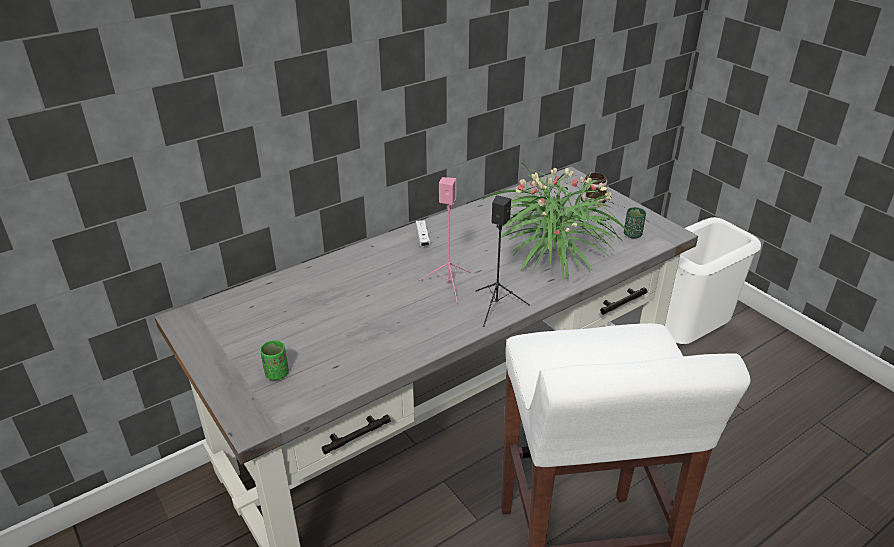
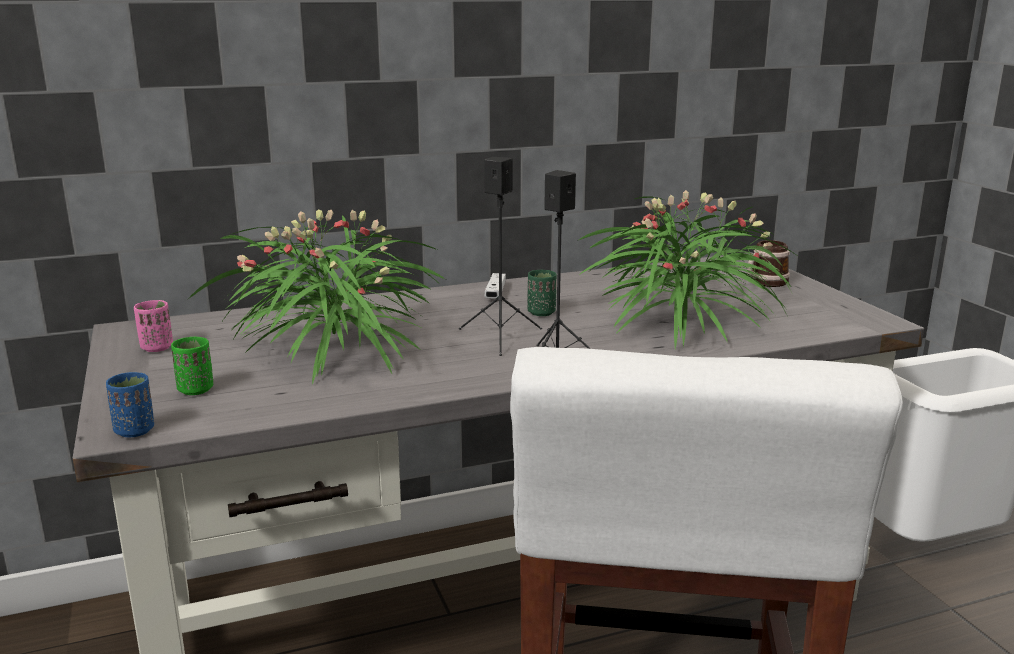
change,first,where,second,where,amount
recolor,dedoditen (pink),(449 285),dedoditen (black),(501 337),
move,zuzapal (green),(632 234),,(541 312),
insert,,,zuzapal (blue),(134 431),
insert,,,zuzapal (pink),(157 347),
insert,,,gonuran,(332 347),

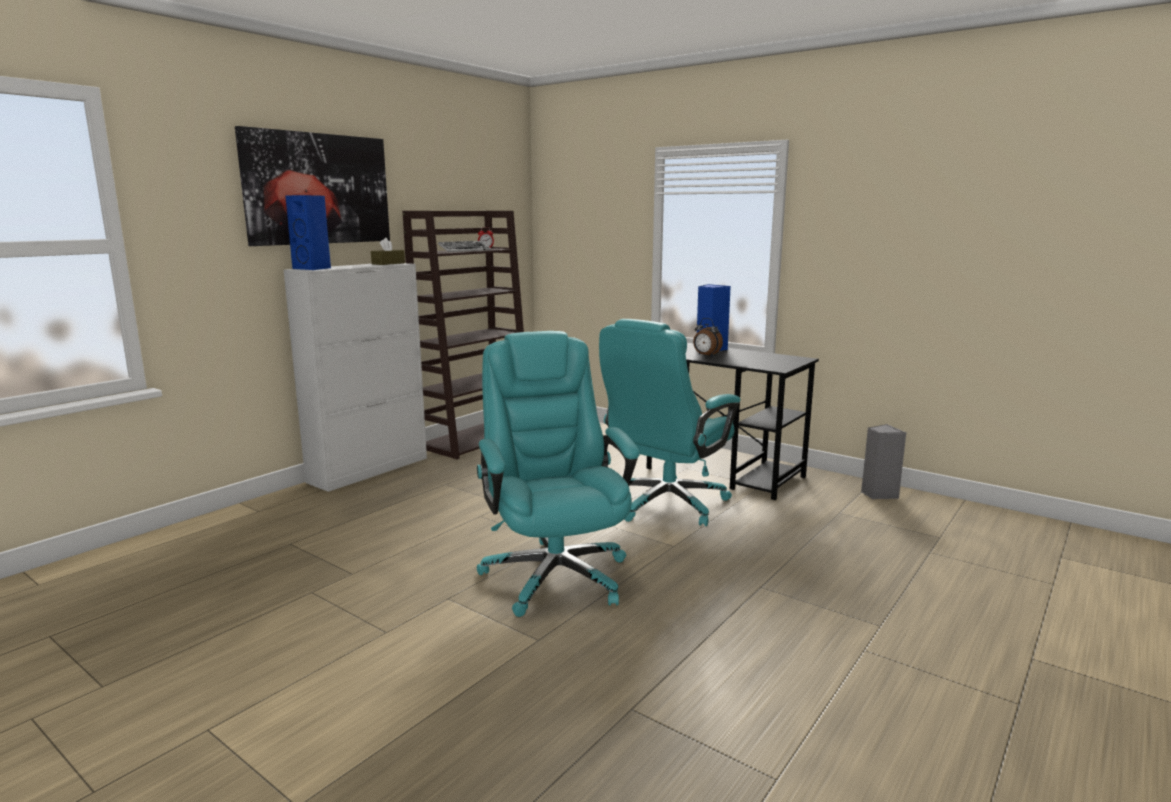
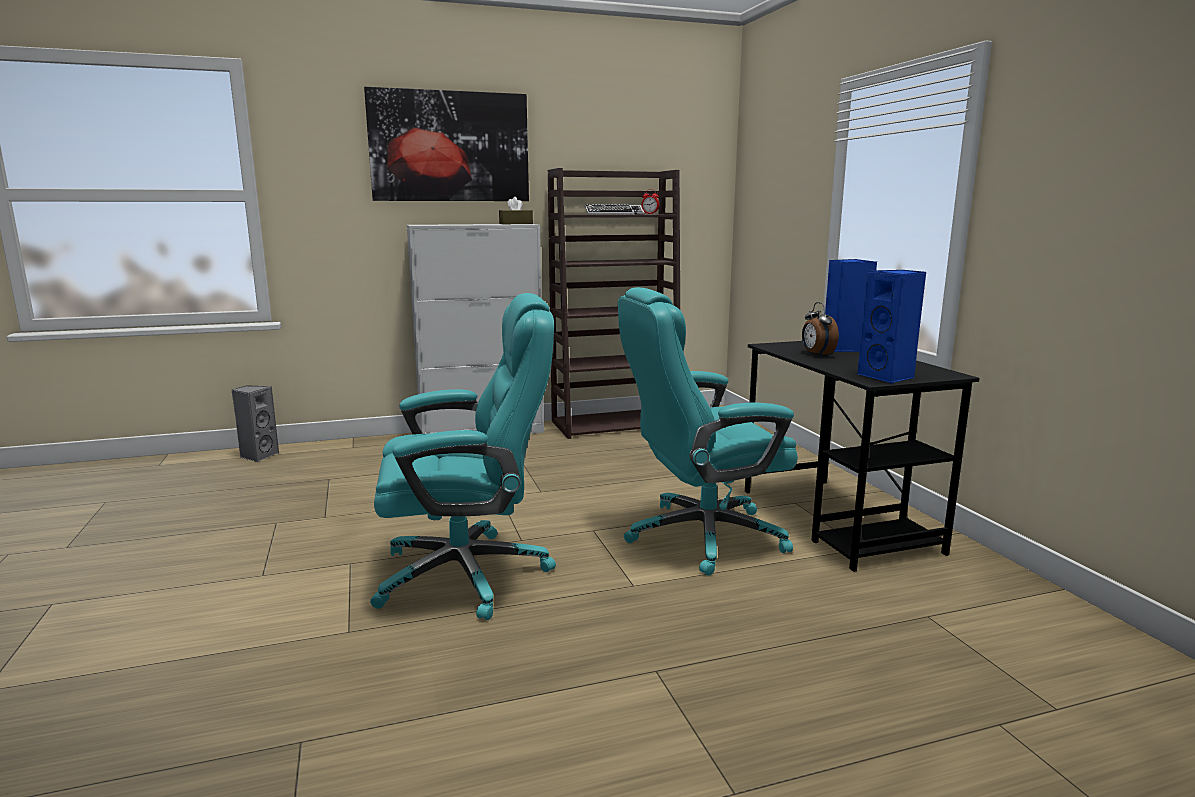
change,first,where,second,where,amount
move,dedoditen (blue),(313 268),,(888 377),
rotate,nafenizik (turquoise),(555 575),,(467 574),60 degrees clockwise
move,dedoditen (grey),(878 494),,(258 456),

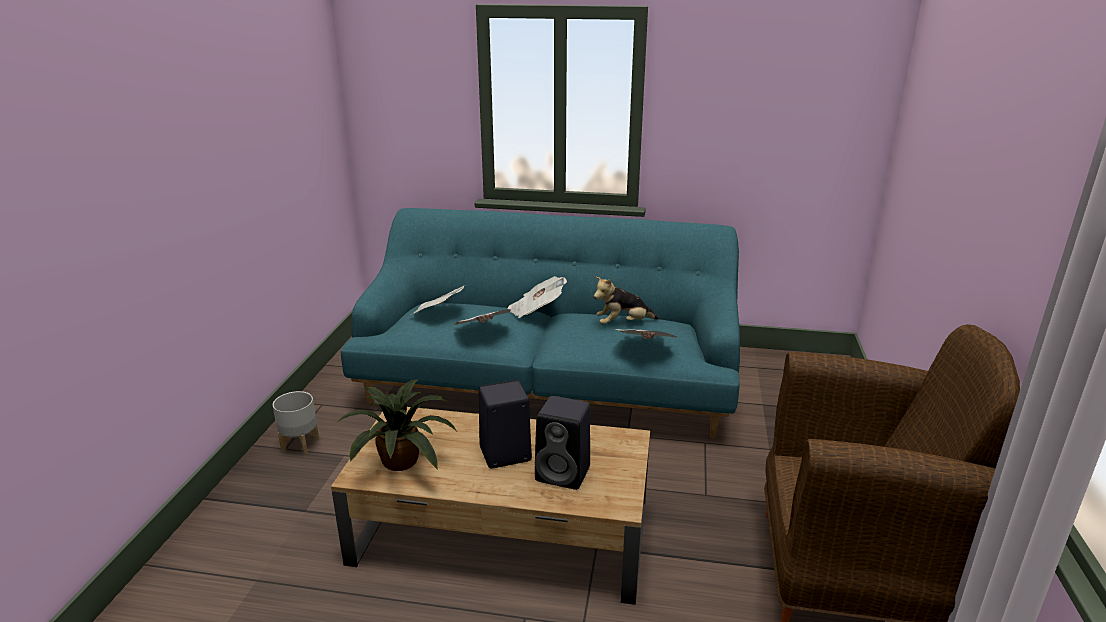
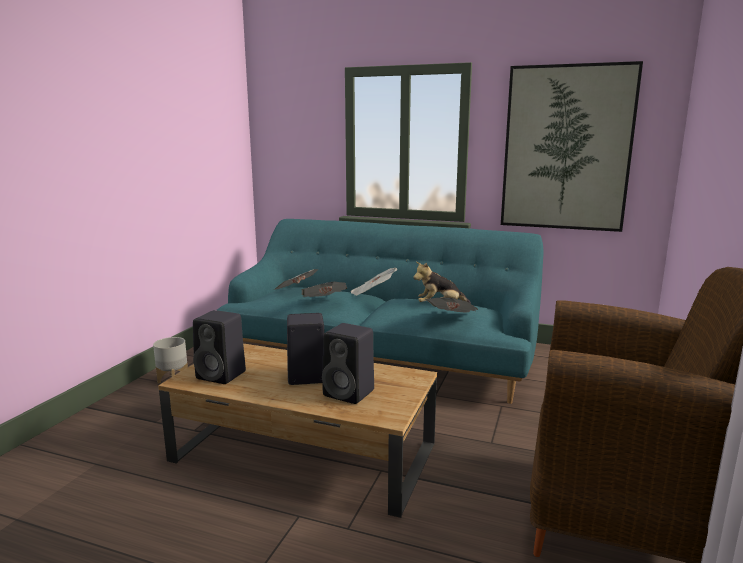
change,first,where,second,where,amount
replace,gonuran,(403 462),dedoditen (black),(222 375),
insert,,,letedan,(566 149),

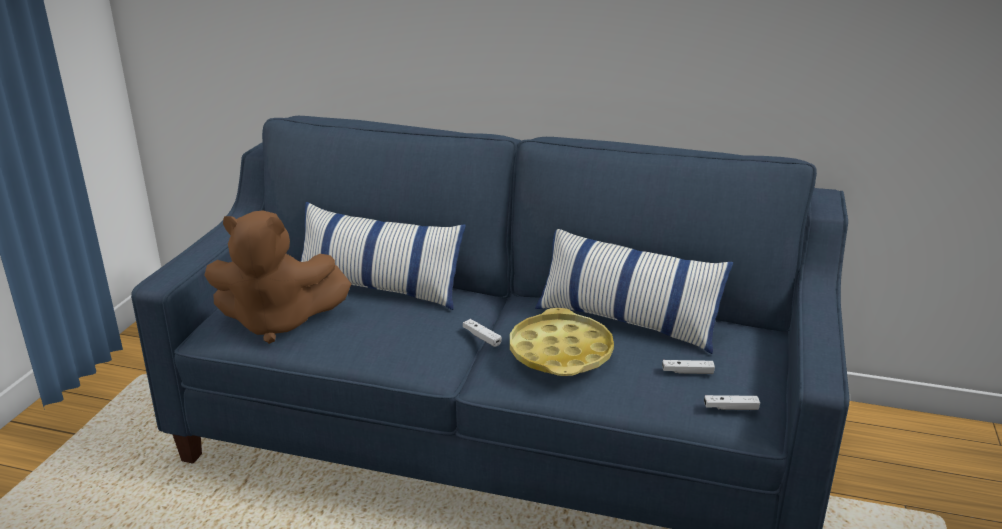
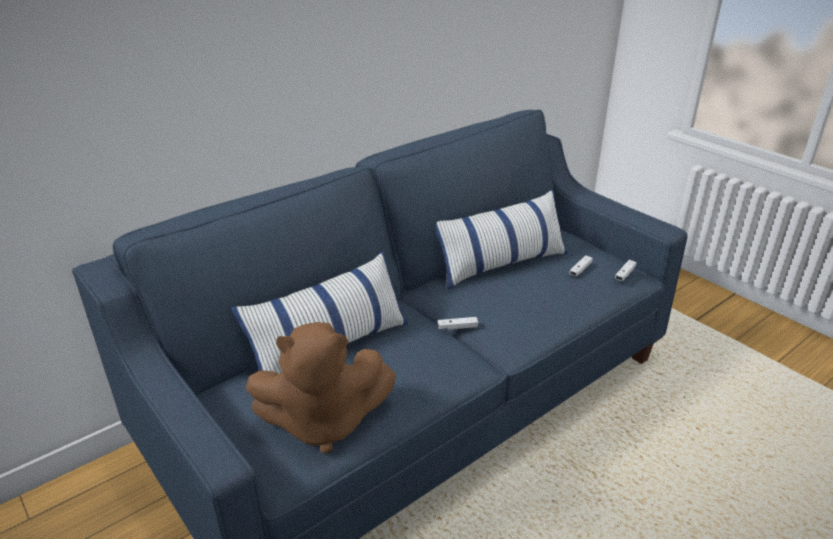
change,first,where,second,where,amount
rotate,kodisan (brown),(278 322),,(323 422),45 degrees clockwise
delete,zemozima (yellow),(561 352),,,

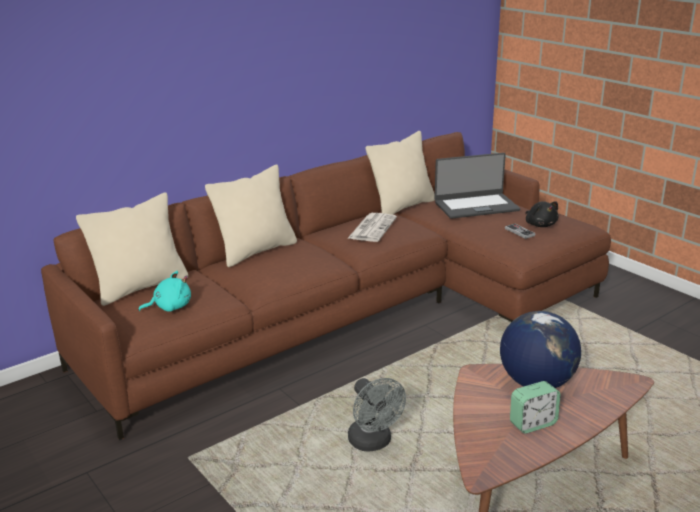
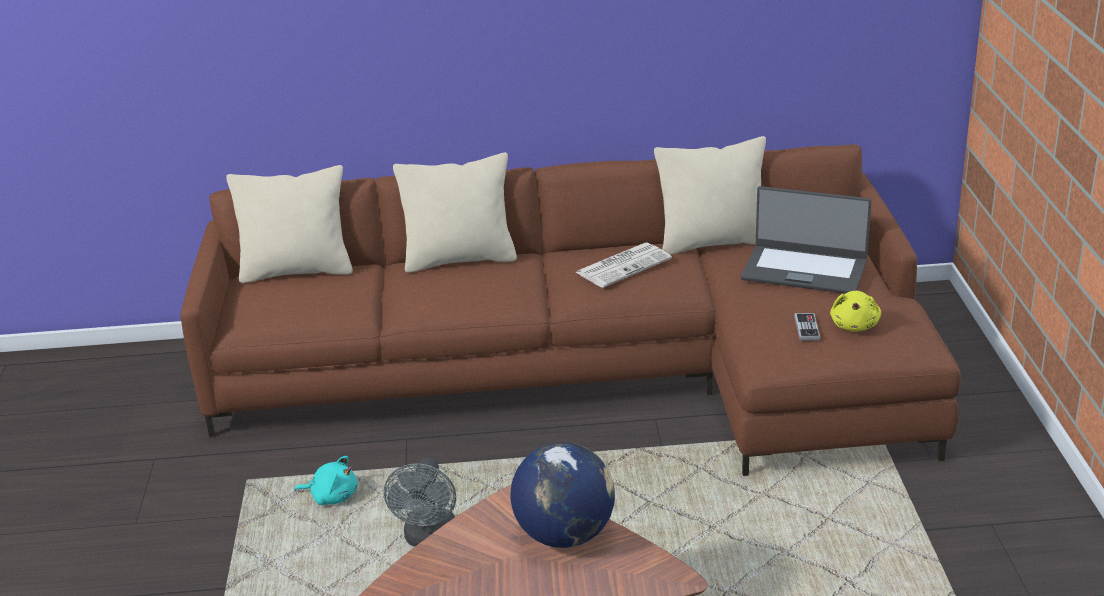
change,first,where,second,where,amount
move,kodisan (turquoise),(170 307),,(332 496),
delete,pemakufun,(533 423),,,
recolor,kodisan (black),(540 225),kodisan (yellow),(855 325),

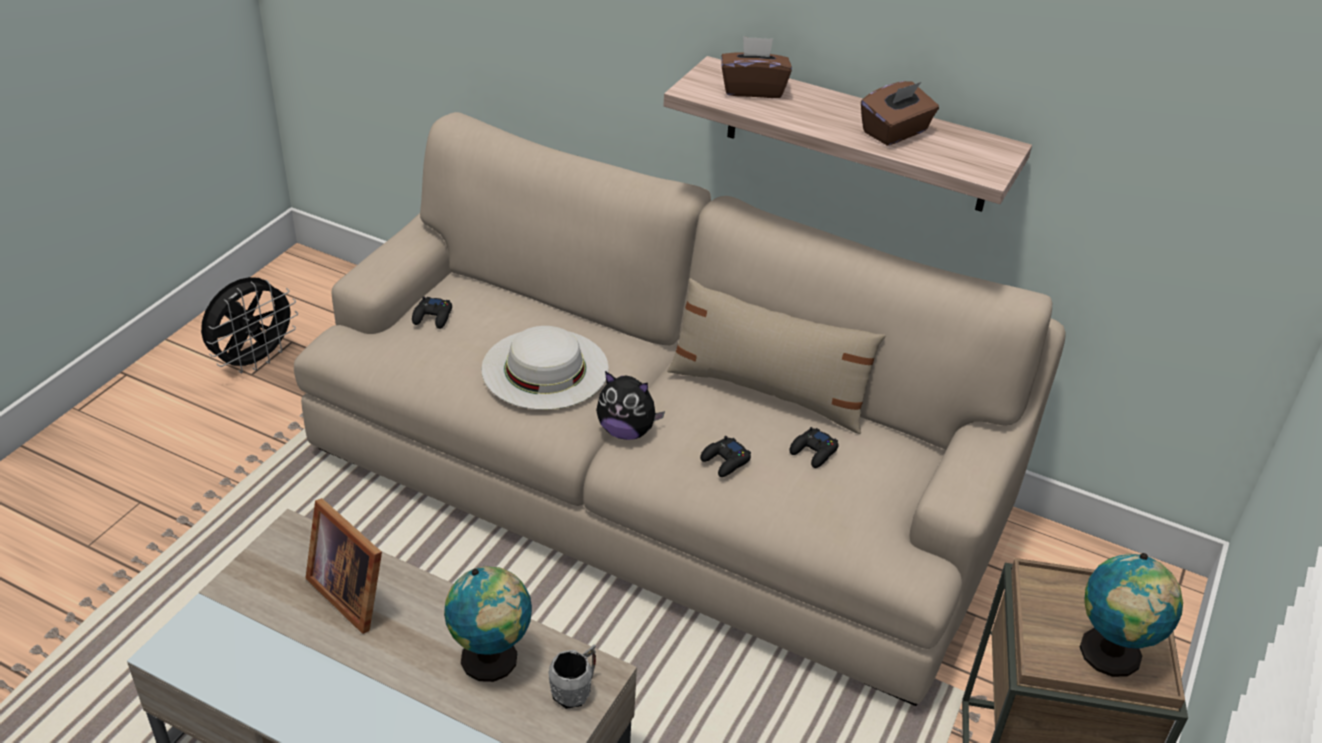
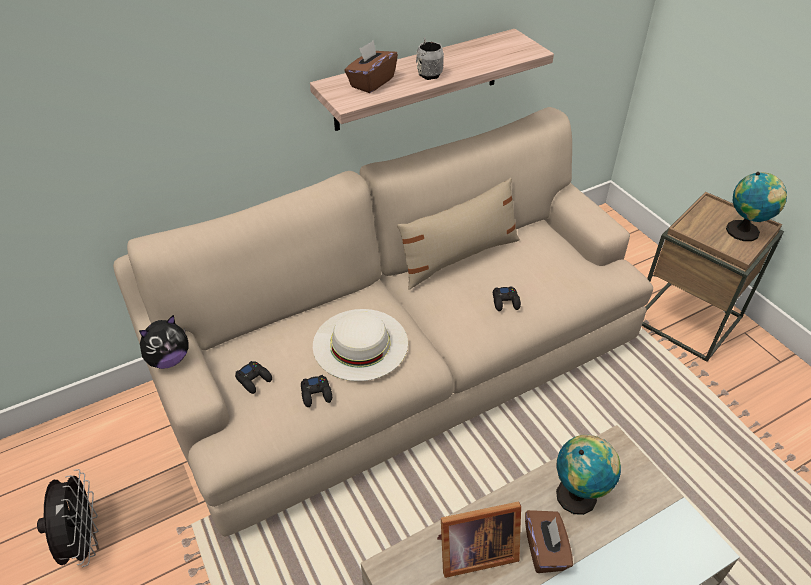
change,first,where,second,where,amount
move,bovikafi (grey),(575 690),,(428 72),
move,kodisan,(626 431),,(169 359),
move,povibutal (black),(813 452),,(316 394),
move,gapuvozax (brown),(895 132),,(545 550),

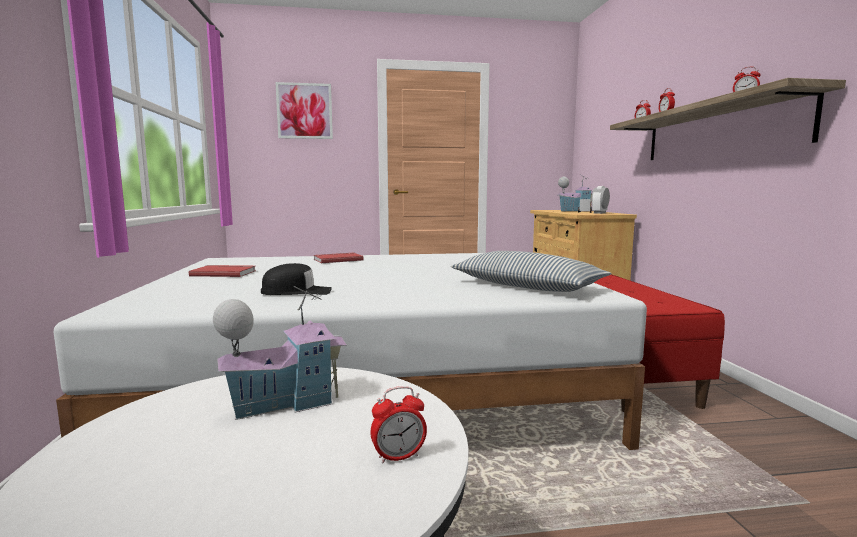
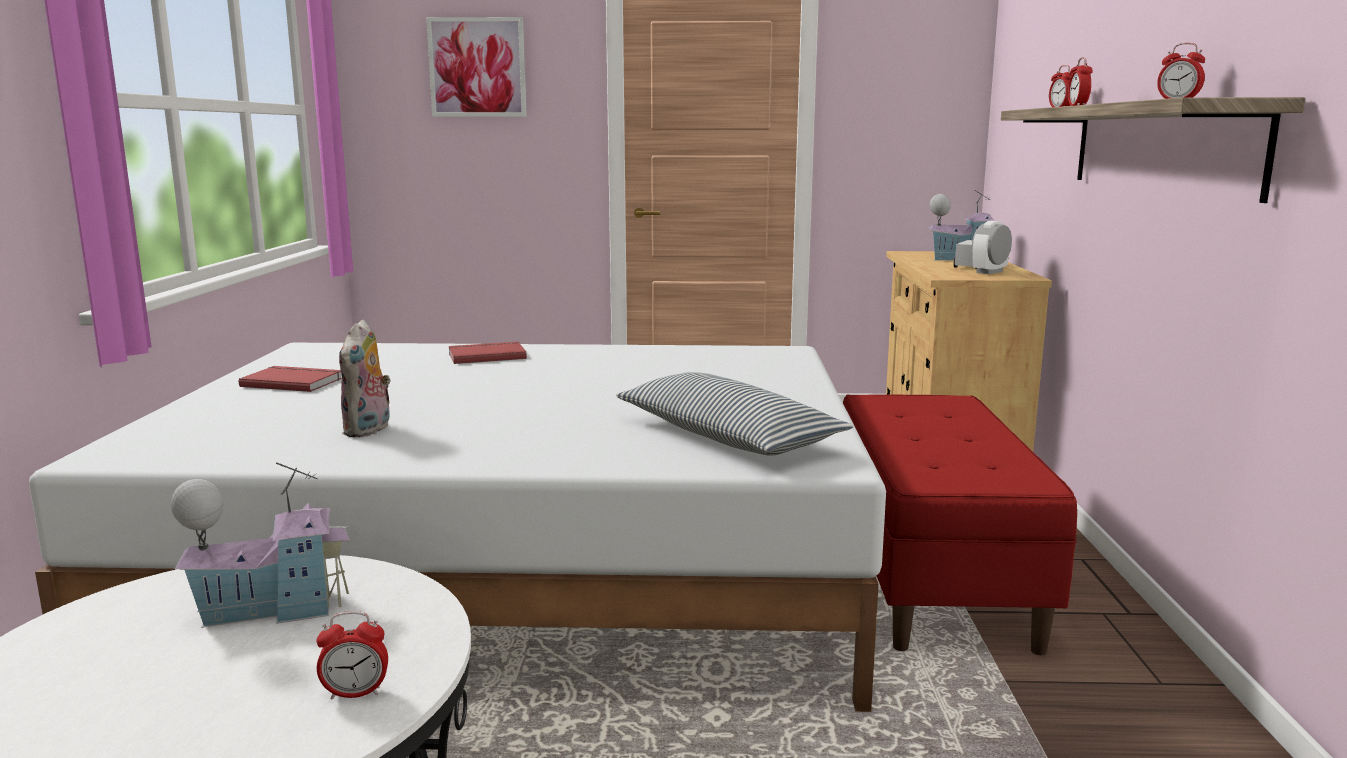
change,first,where,second,where,amount
replace,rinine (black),(297 292),kodisan,(369 430),

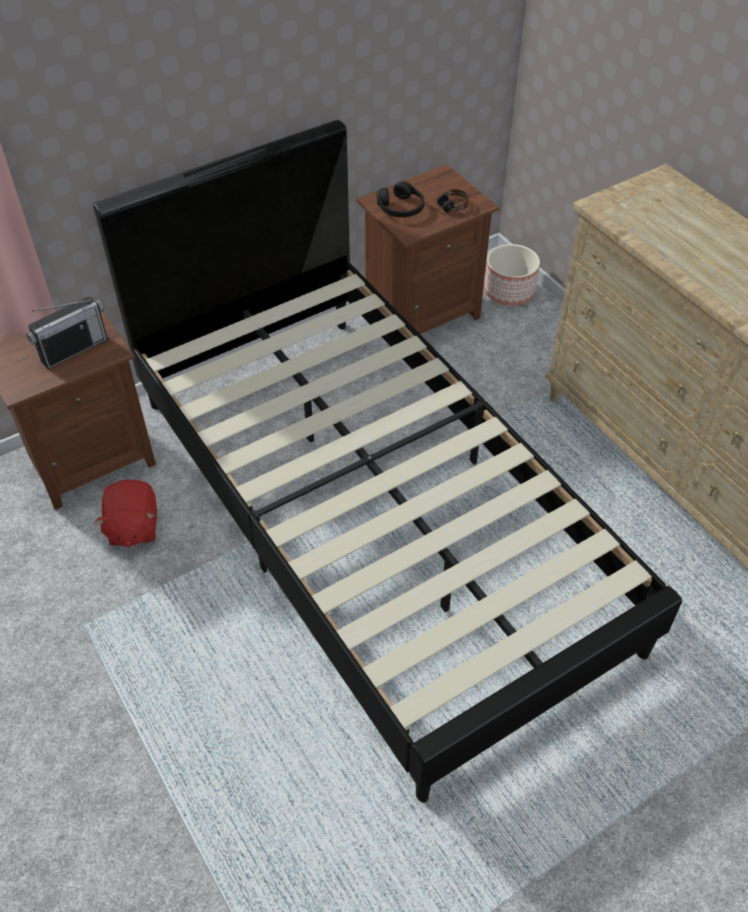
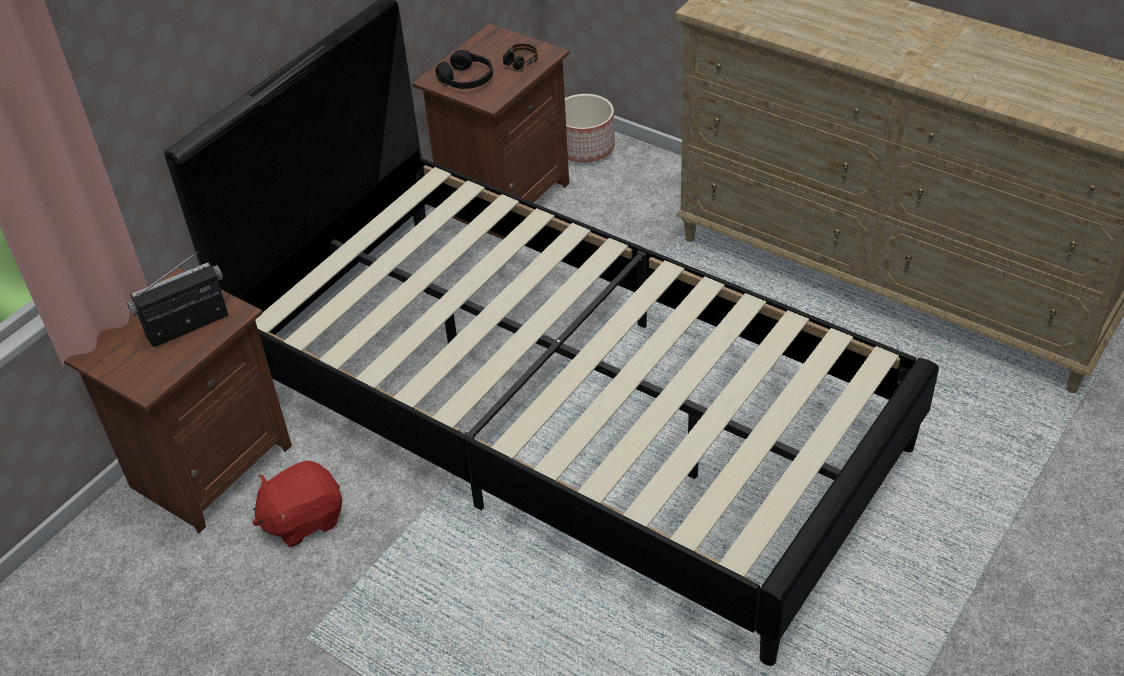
change,first,where,second,where,amount
rotate,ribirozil,(74 350),,(188 326),150 degrees counterclockwise
rotate,kodisan (red),(132 527),,(303 519),90 degrees clockwise

